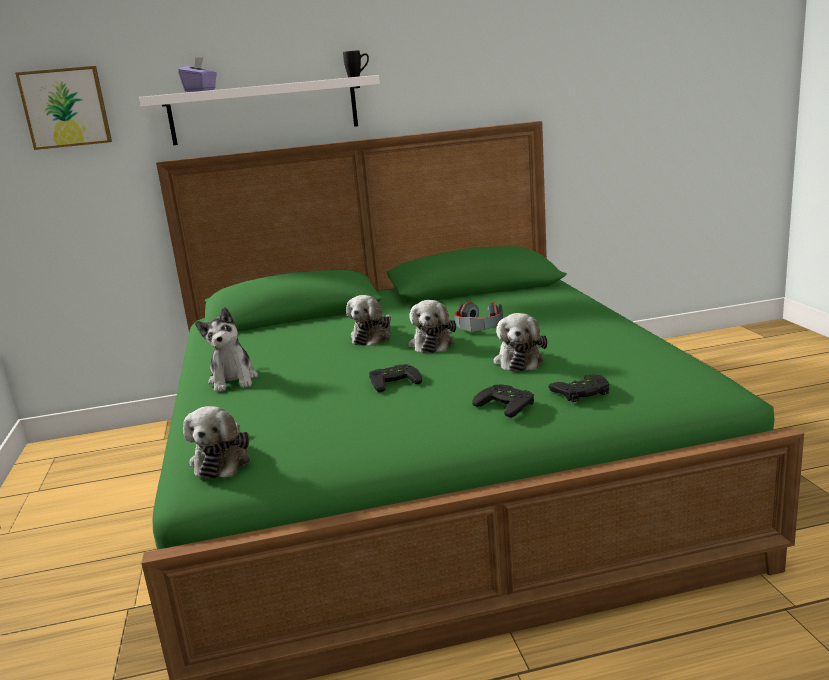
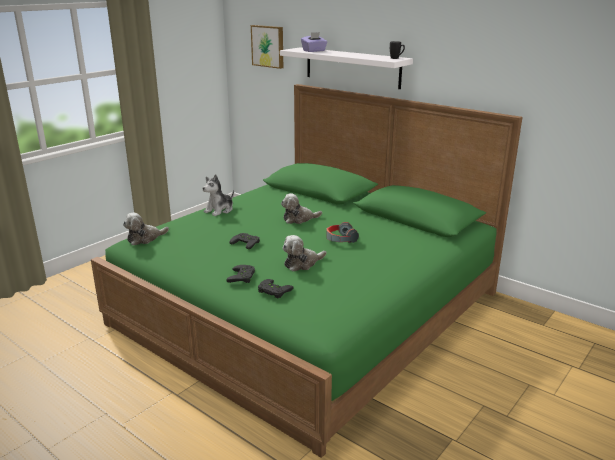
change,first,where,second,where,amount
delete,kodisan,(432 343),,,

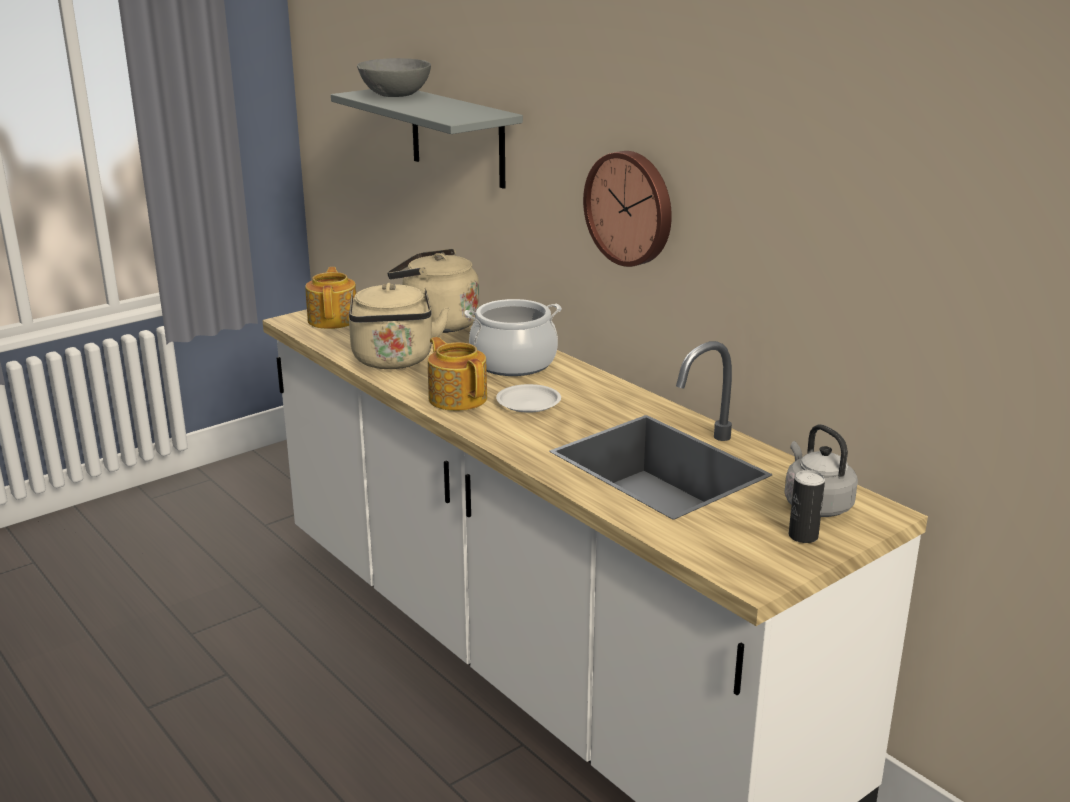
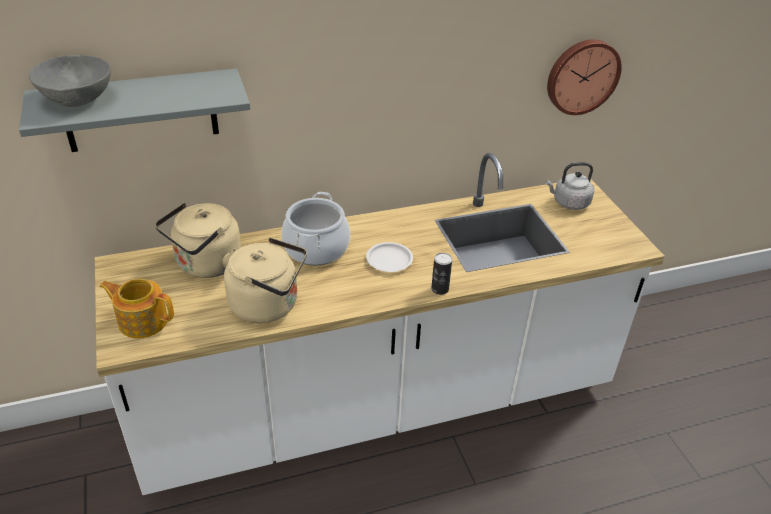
change,first,where,second,where,amount
delete,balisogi,(458 398),,,
move,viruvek,(631 208),,(581 76),
move,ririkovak,(803 536),,(440 289),

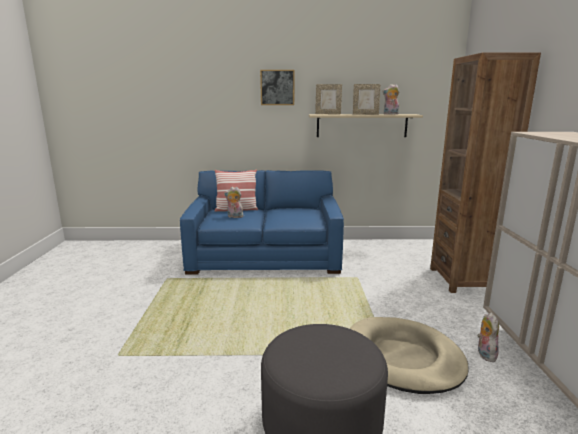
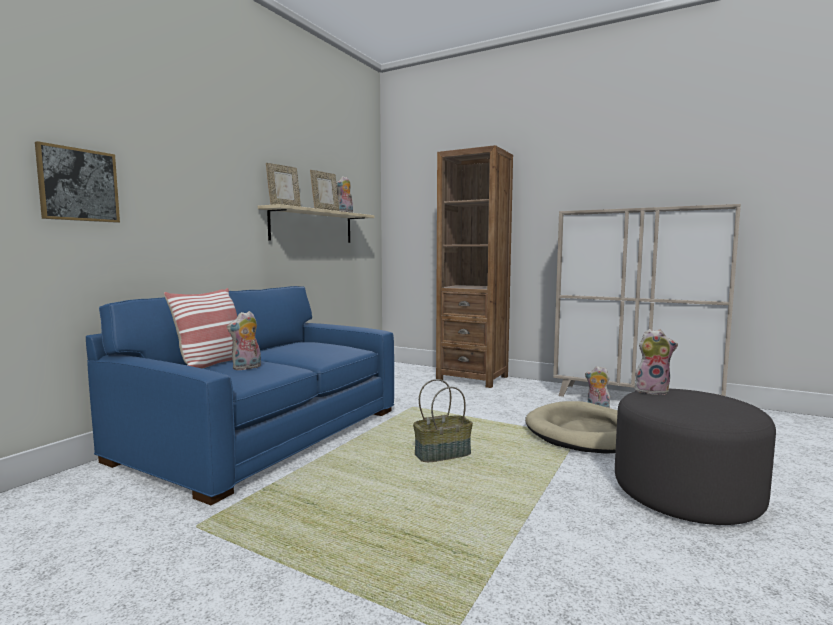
change,first,where,second,where,amount
move,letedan,(277 87),,(78 185),
insert,,,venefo,(442 454),
insert,,,kodisan,(652 390),

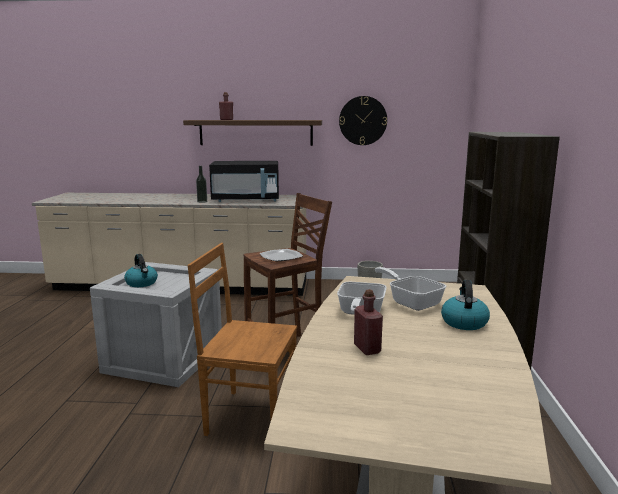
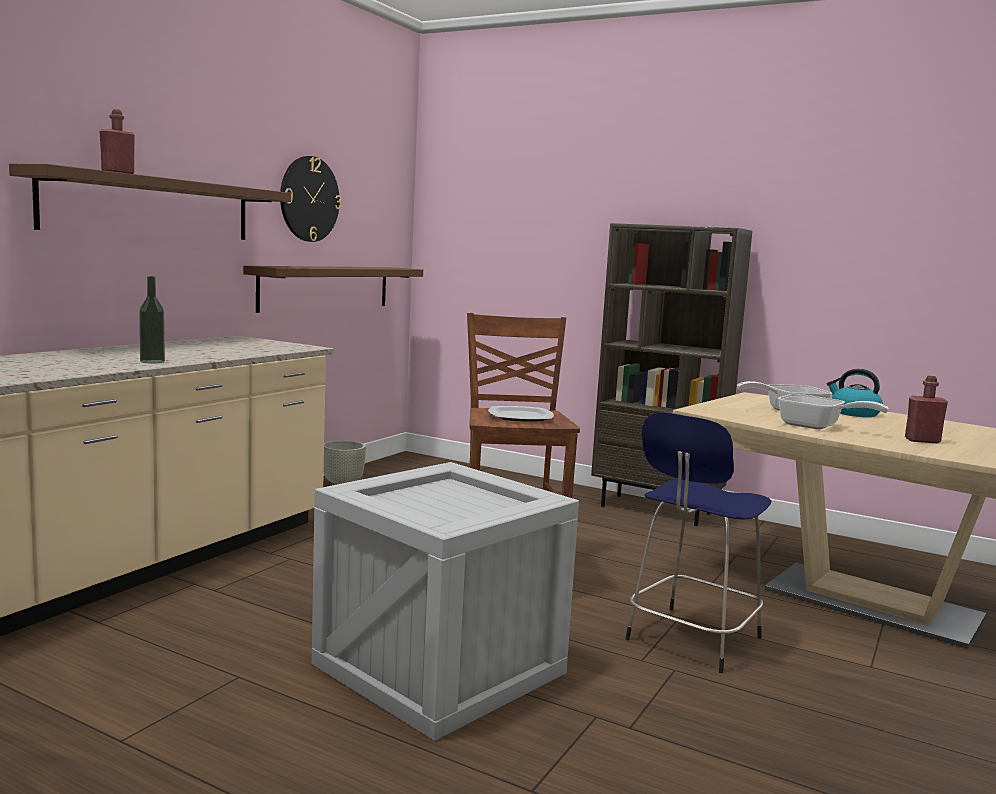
change,first,where,second,where,amount
delete,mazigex,(142 283),,,
replace,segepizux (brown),(249 416),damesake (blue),(691 640),
delete,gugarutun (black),(246 200),,,
insert,,,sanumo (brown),(326 287),

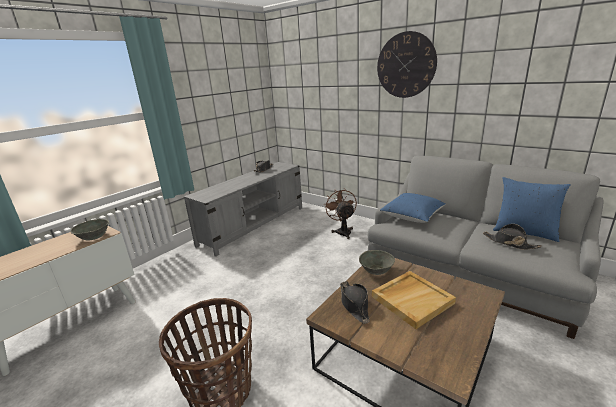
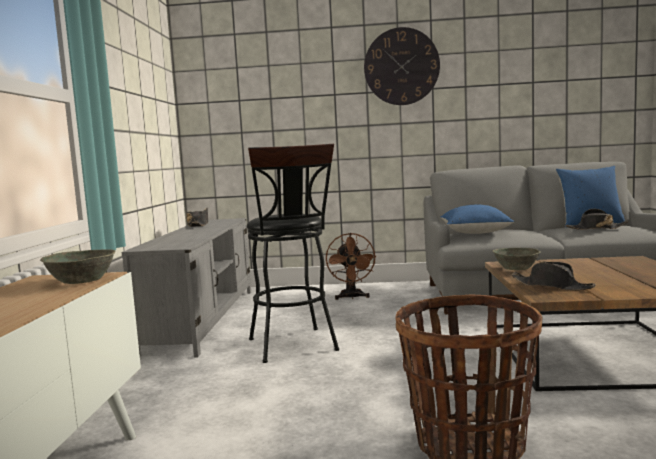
change,first,where,second,where,amount
rotate,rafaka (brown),(342 231),,(352 297),135 degrees counterclockwise
delete,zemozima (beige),(412 299),,,
insert,,,damesake (black),(295 347),

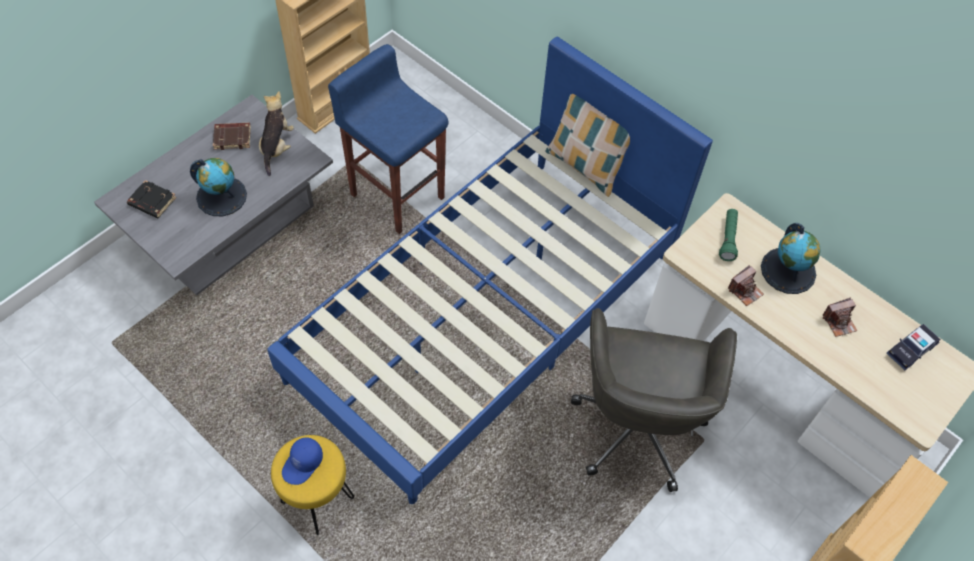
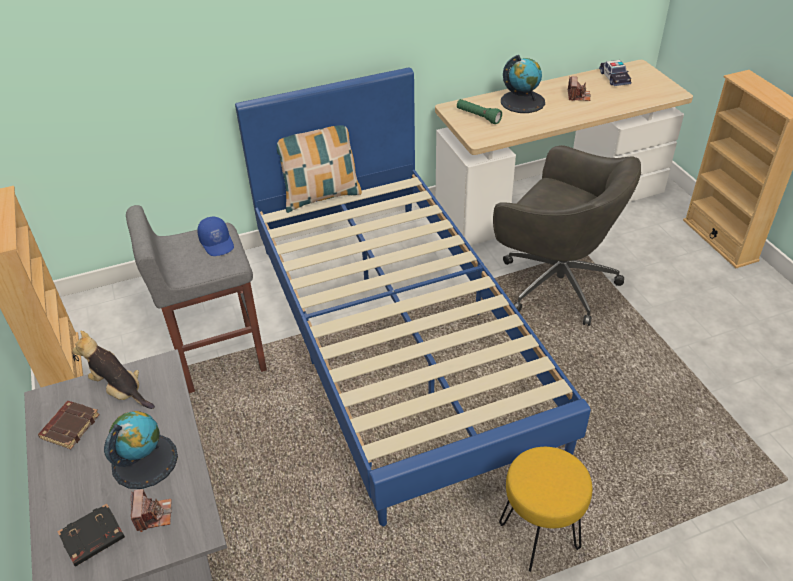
change,first,where,second,where,amount
move,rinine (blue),(303 464),,(217 243),
recolor,damesake (blue),(397 195),damesake (grey),(219 357),
move,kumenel,(745 291),,(153 515),

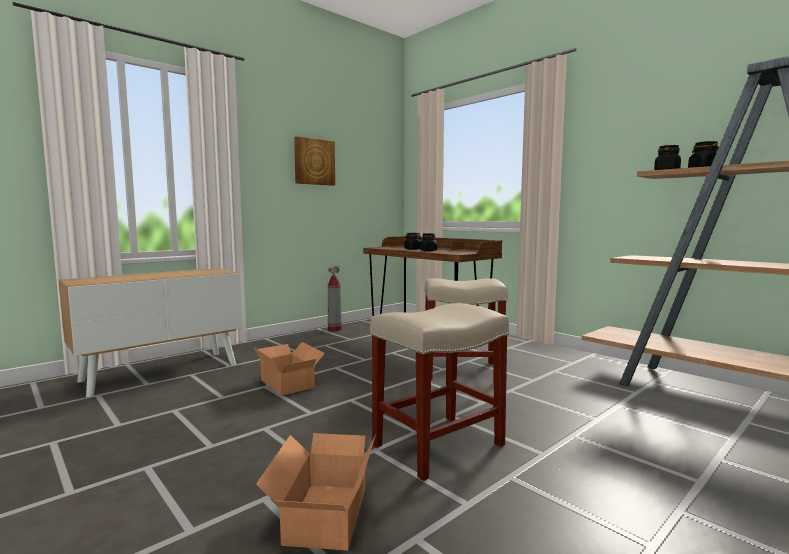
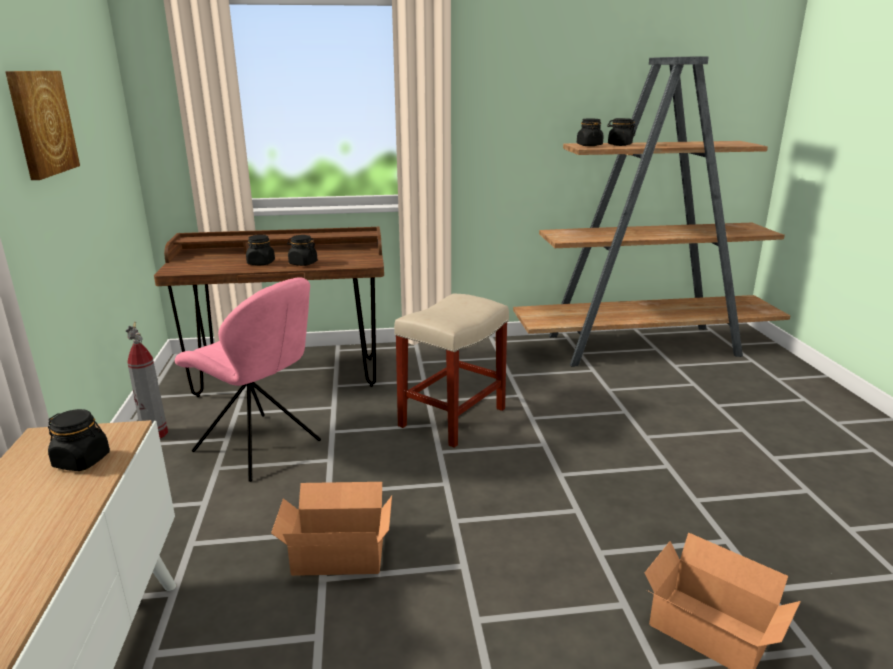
change,first,where,second,where,amount
delete,damesake (beige),(437 446),,,
insert,,,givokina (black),(82 460),
insert,,,segepizux (pink),(260 448),

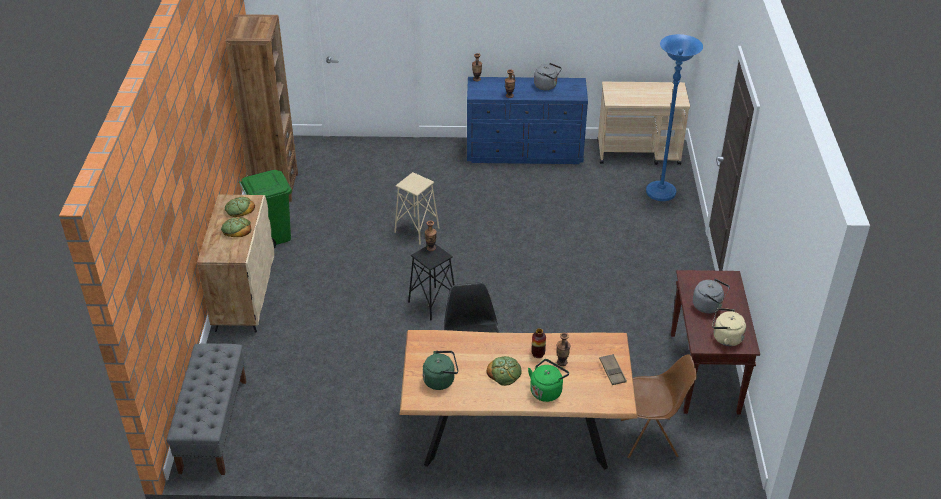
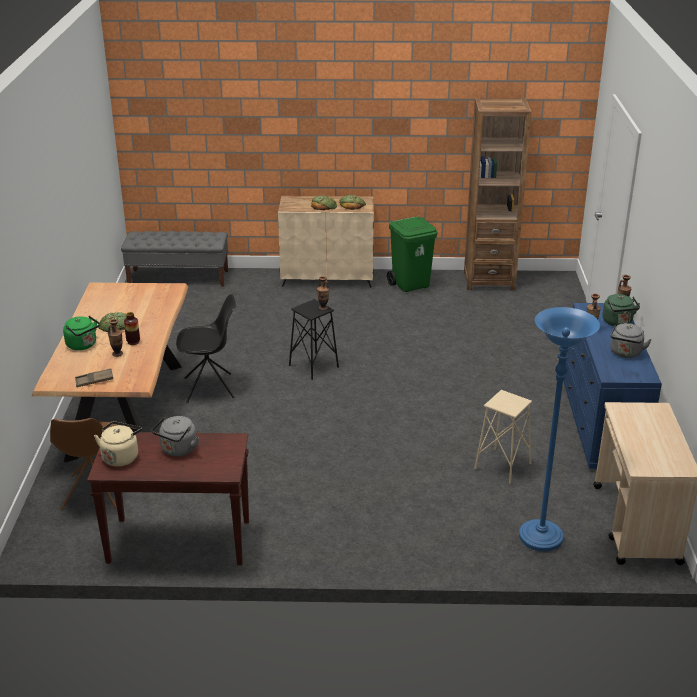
change,first,where,second,where,amount
move,damesake (beige),(417 230),,(502 466),
move,mazigex (green),(441 380),,(618 323),

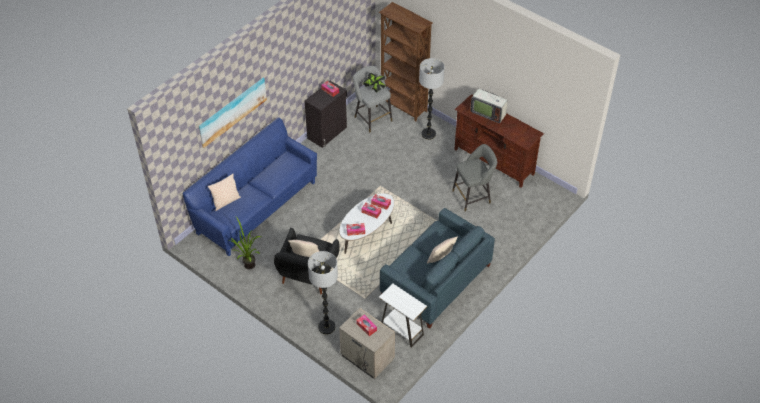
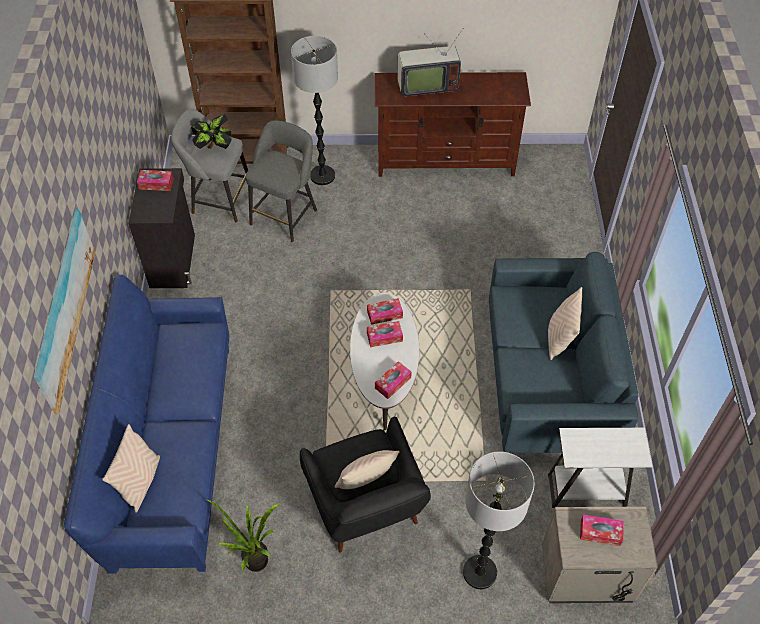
change,first,where,second,where,amount
move,damesake (grey),(473 196),,(285 215),

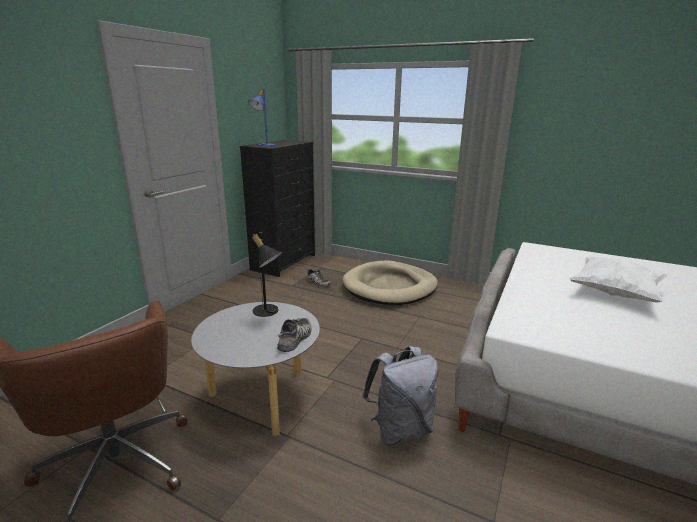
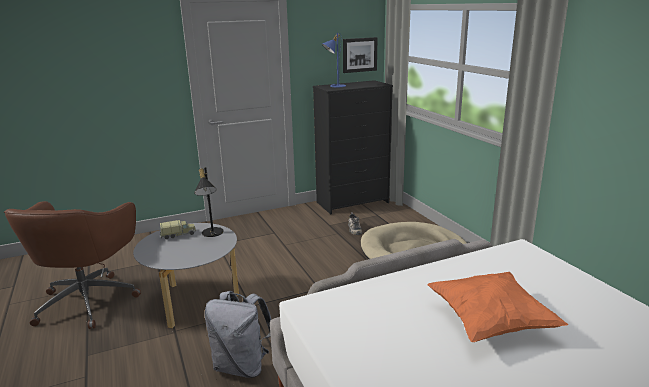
change,first,where,second,where,amount
delete,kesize,(296 338),,,
recolor,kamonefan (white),(615 293),kamonefan (orange),(490 323),
insert,,,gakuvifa,(178 234),
insert,,,letedan,(359 55),

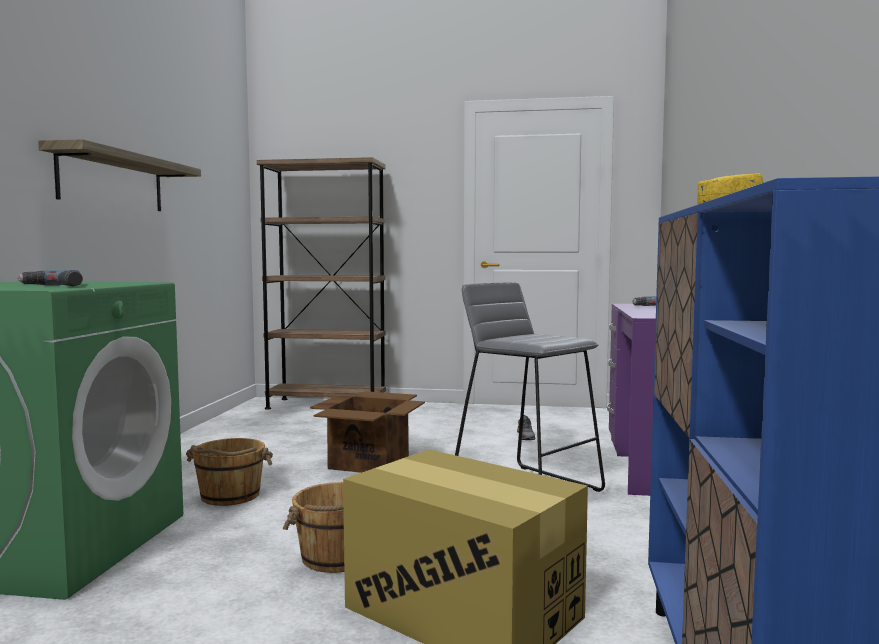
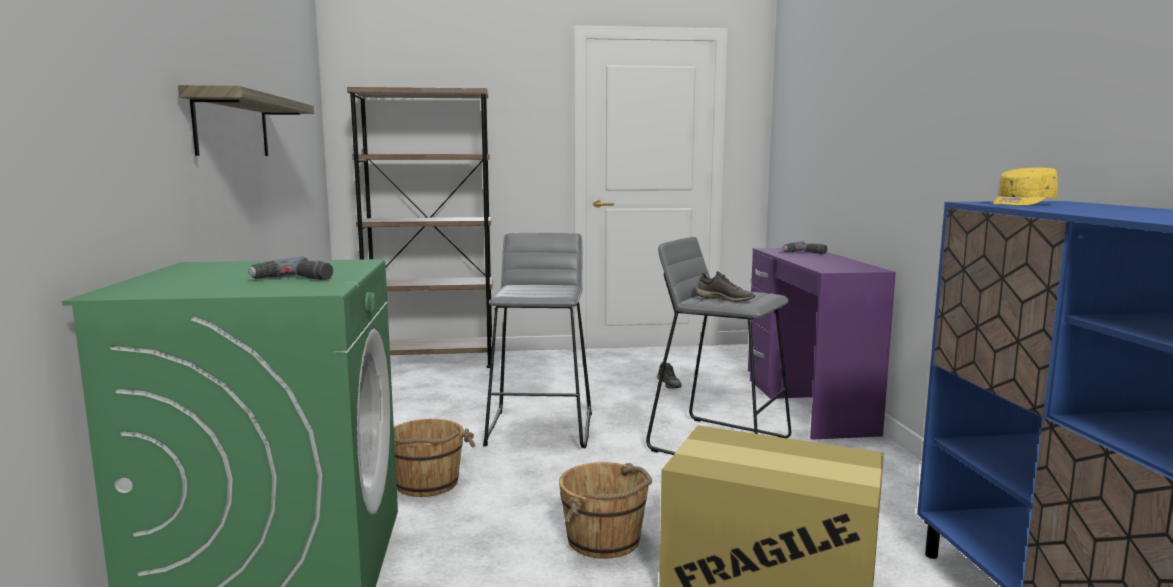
change,first,where,second,where,amount
replace,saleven,(370 462),damesake (grey),(541 428),
insert,,,kesize (grey),(725 299),

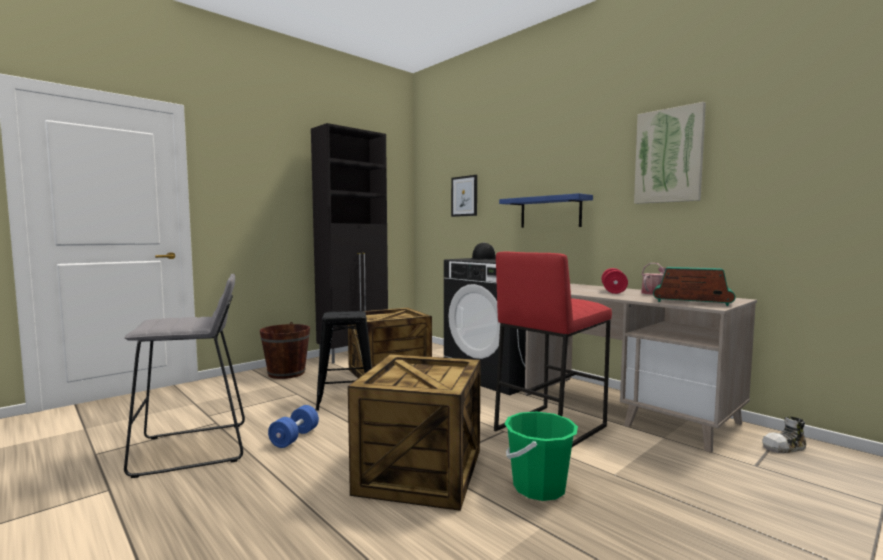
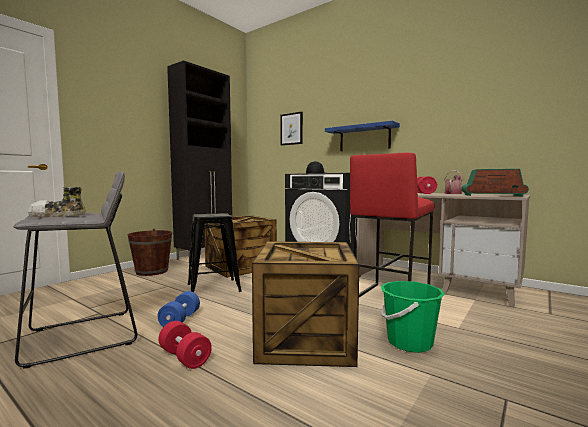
change,first,where,second,where,amount
delete,letedan,(669 156),,,
move,kesize,(785 447),,(57 216),
insert,,,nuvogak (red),(184 357),

